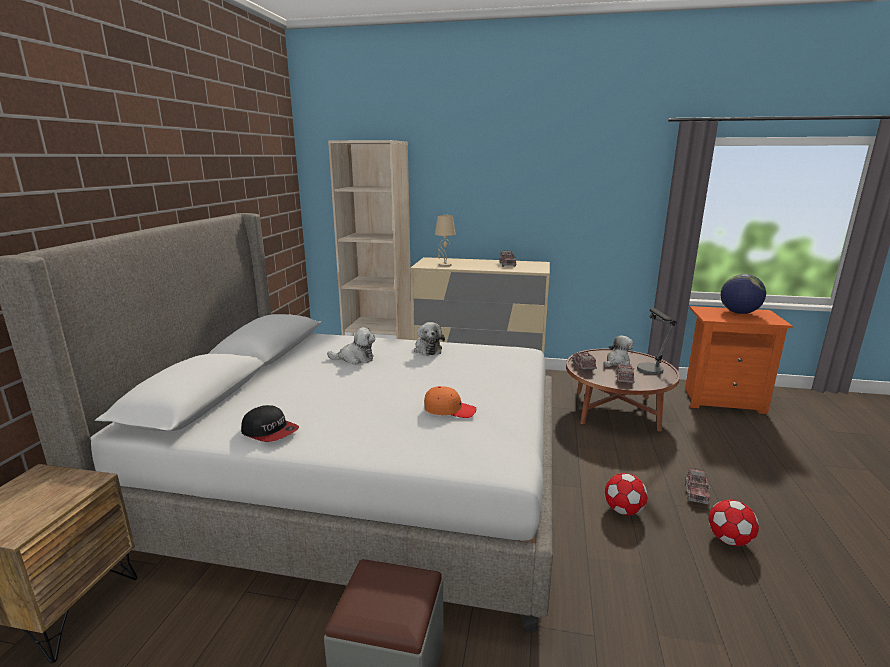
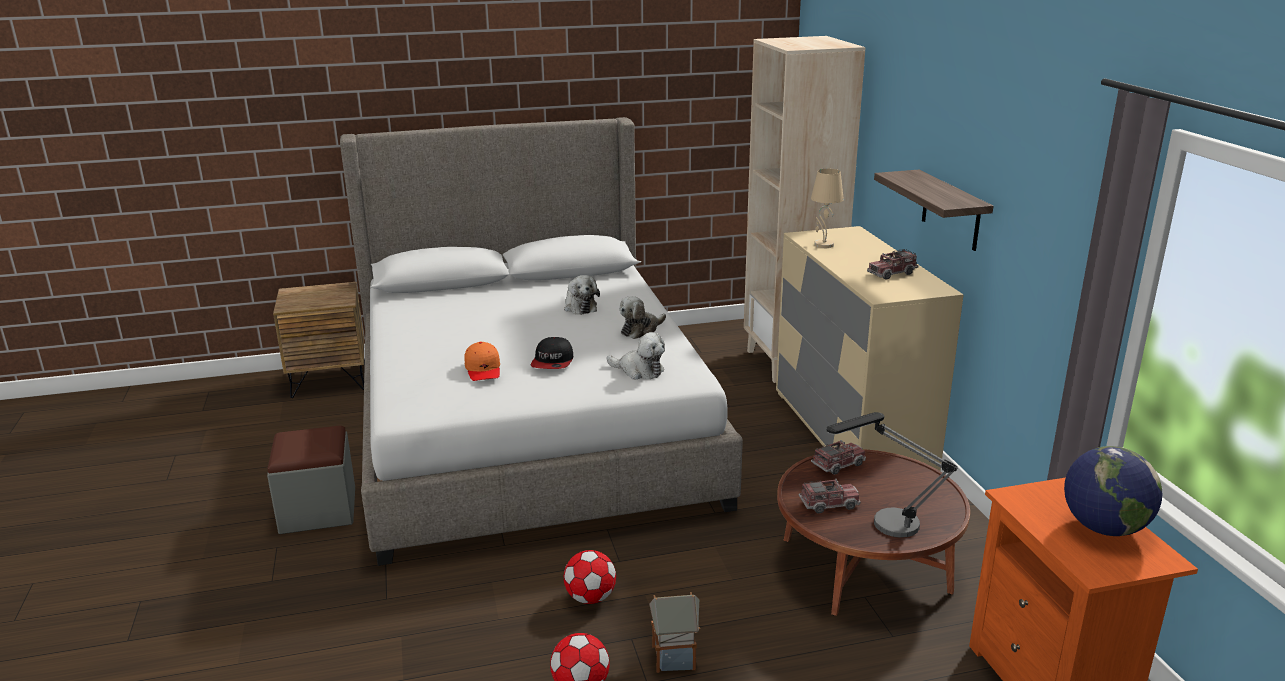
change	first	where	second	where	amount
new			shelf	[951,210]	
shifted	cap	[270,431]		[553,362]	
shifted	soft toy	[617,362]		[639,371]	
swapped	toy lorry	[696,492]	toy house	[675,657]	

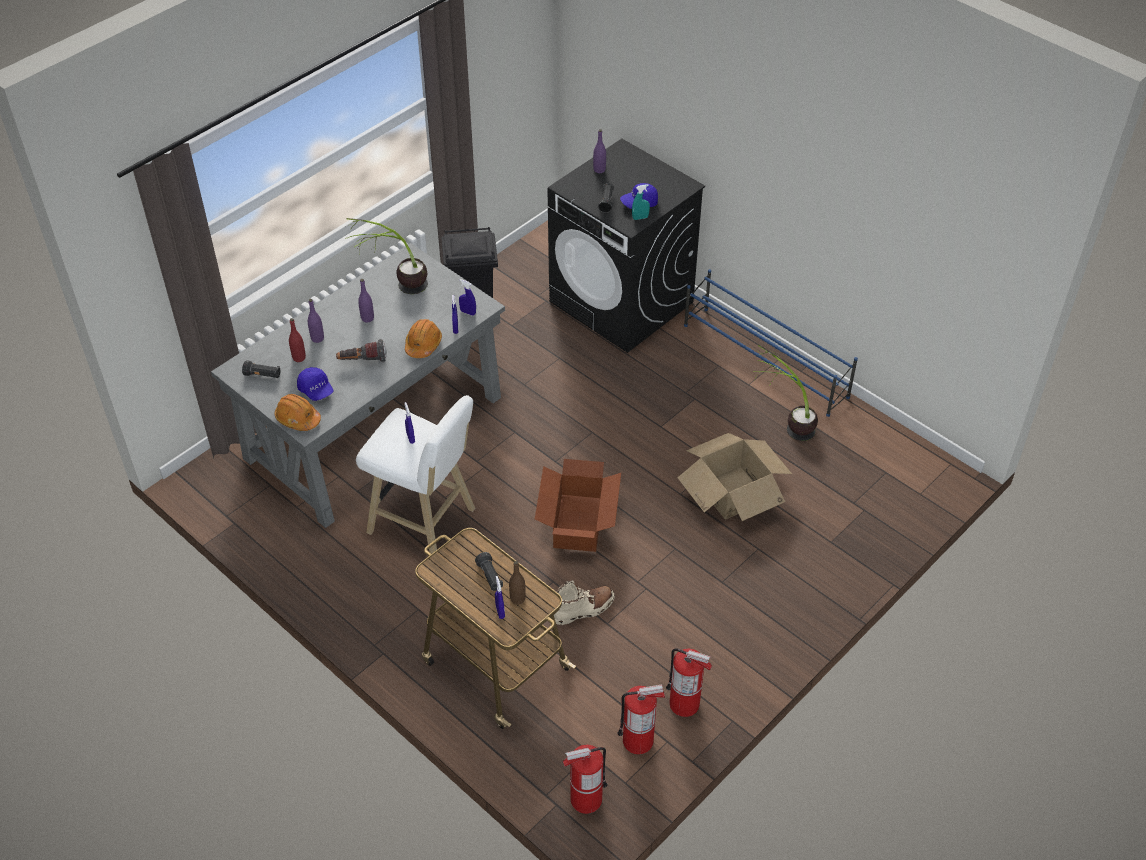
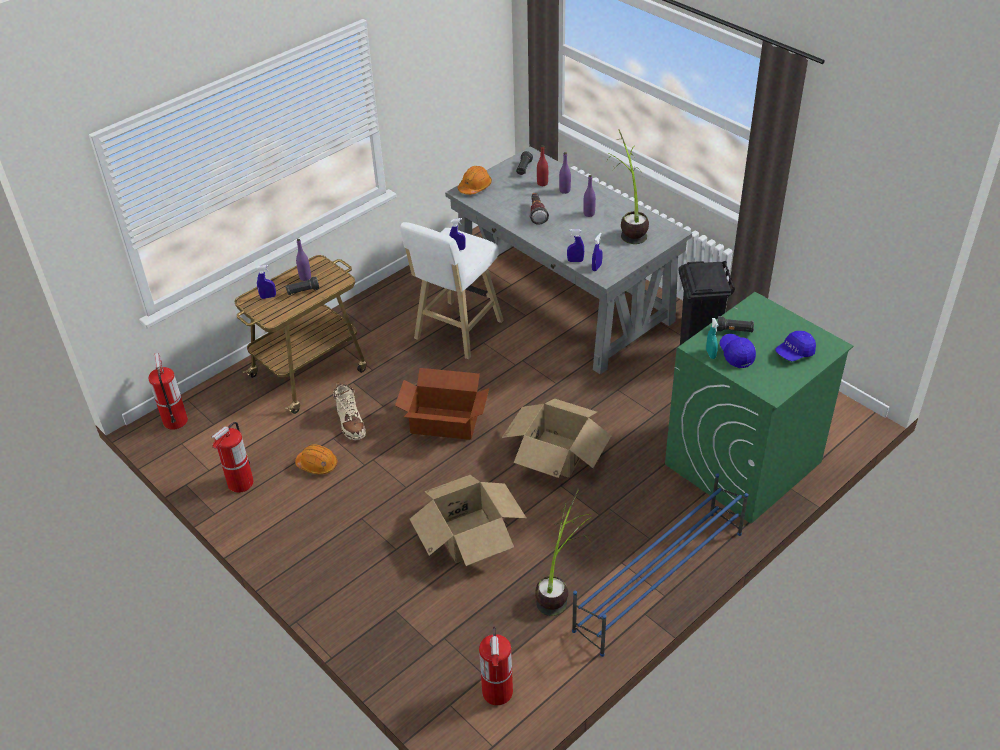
change	first	where	second	where	amount
gone	drink bottle in brown	[517,599]			
new			carton	[556,454]	
shifted	cap in blue-coloured	[316,390]		[794,353]	
shifted	safety helmet in orange-coloured	[423,344]		[317,465]	
shifted	drink bottle in purple-coloured	[599,170]		[305,277]	
shifted	extinguisher	[638,740]		[497,692]	
repainted	laundry appliance in black-coloured	[622,302]	laundry appliance in greenish	[742,463]	

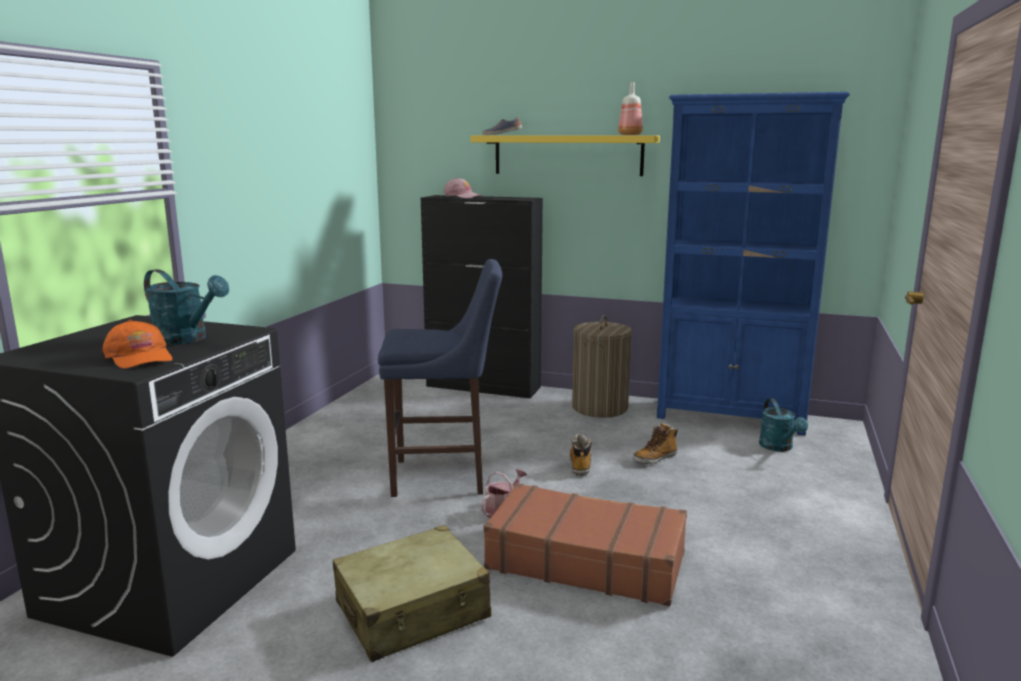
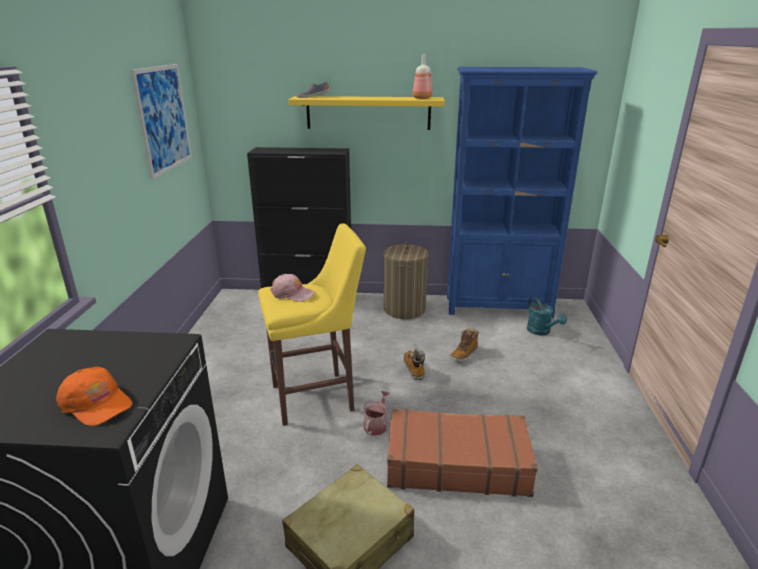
change	first	where	second	where	amount
gone	watering pot in blue-green	[187,339]			
new			wall picture	[163,119]	
shifted	cap in pinkish	[462,196]		[292,294]	
repainted	stool in blue-coloured	[445,477]	stool in yellowish	[317,397]	

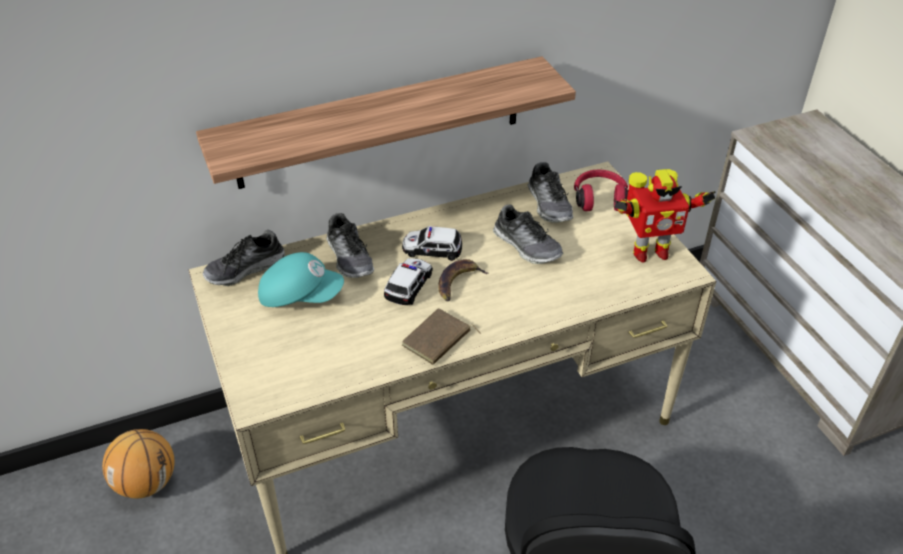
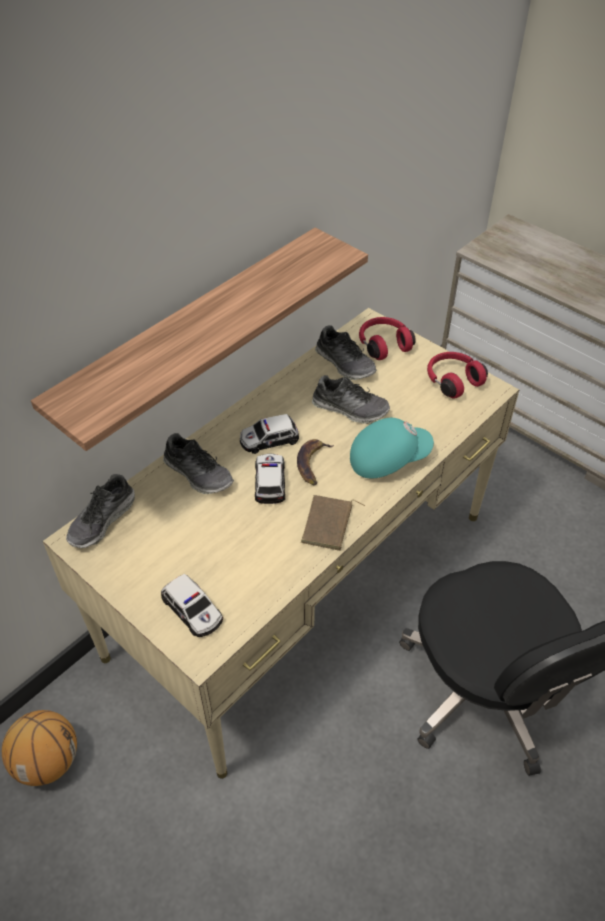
change	first	where	second	where	amount
new			toy car	[193,610]	
shifted	cap in blue-green	[300,295]		[388,458]	
swapped	robot figure	[648,252]	headphones in red	[452,381]	

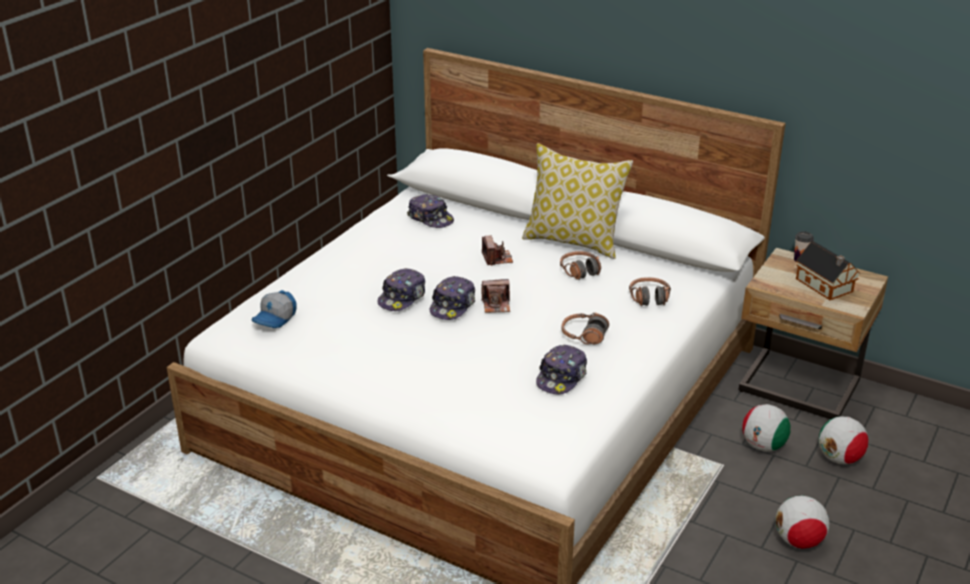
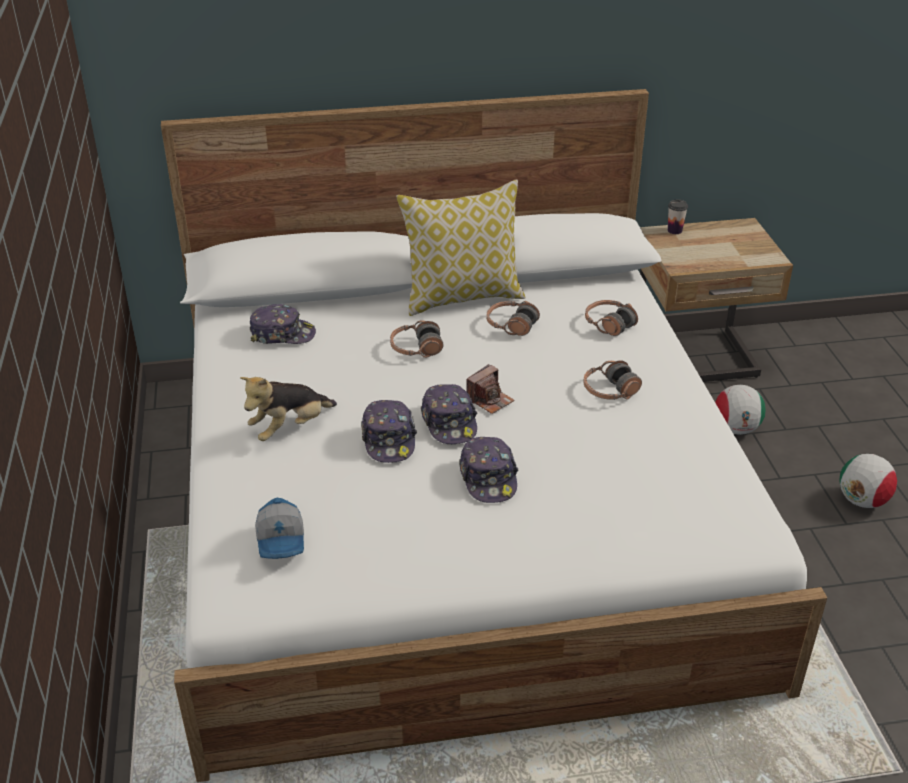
change	first	where	second	where	amount
gone	toy house	[825,286]			
gone	football ball	[839,458]			
new			soft toy	[290,428]	
shifted	cap	[562,377]		[488,478]	
swapped	still camera	[497,258]	headphones	[416,348]	

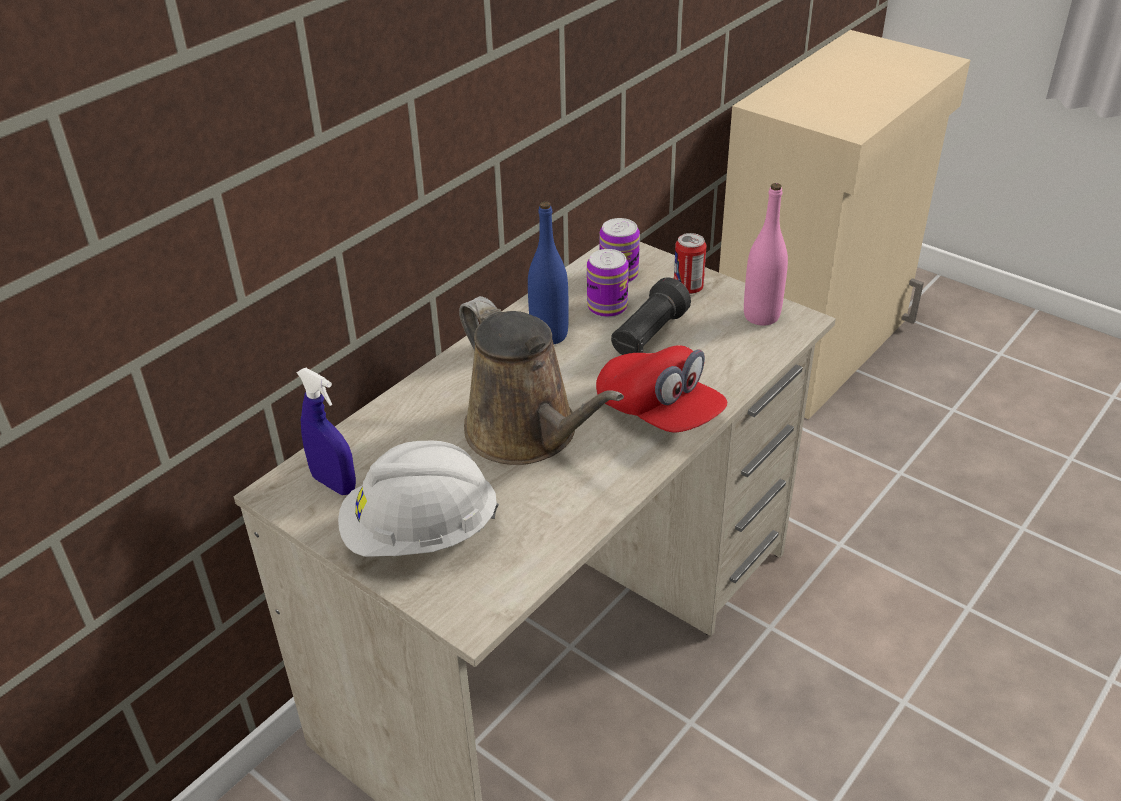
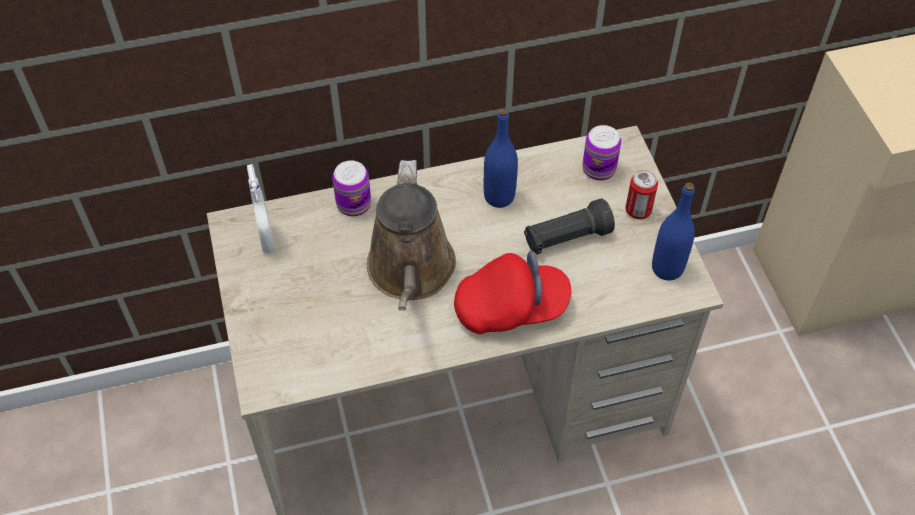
change	first	where	second	where	amount
gone	safety helmet in white	[420,534]			
shifted	can	[607,307]		[353,204]	
repainted	spray bottle in blue-coloured	[334,484]	spray bottle in white	[266,239]	
repainted	drink bottle in pinkish	[761,316]	drink bottle in blue-coloured	[667,268]	
rotated	cap in red	[659,412]		[511,308]	90 degrees counterclockwise

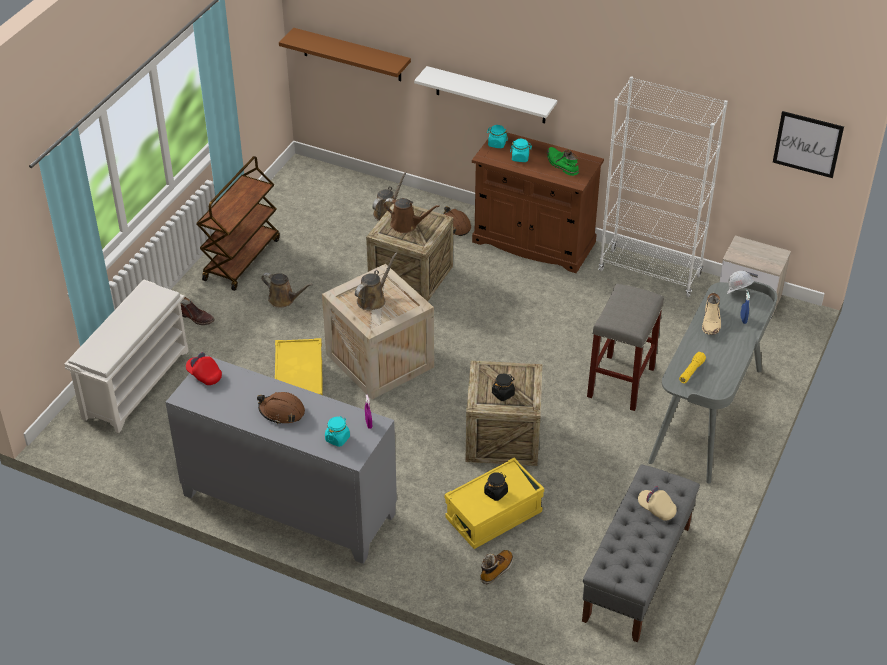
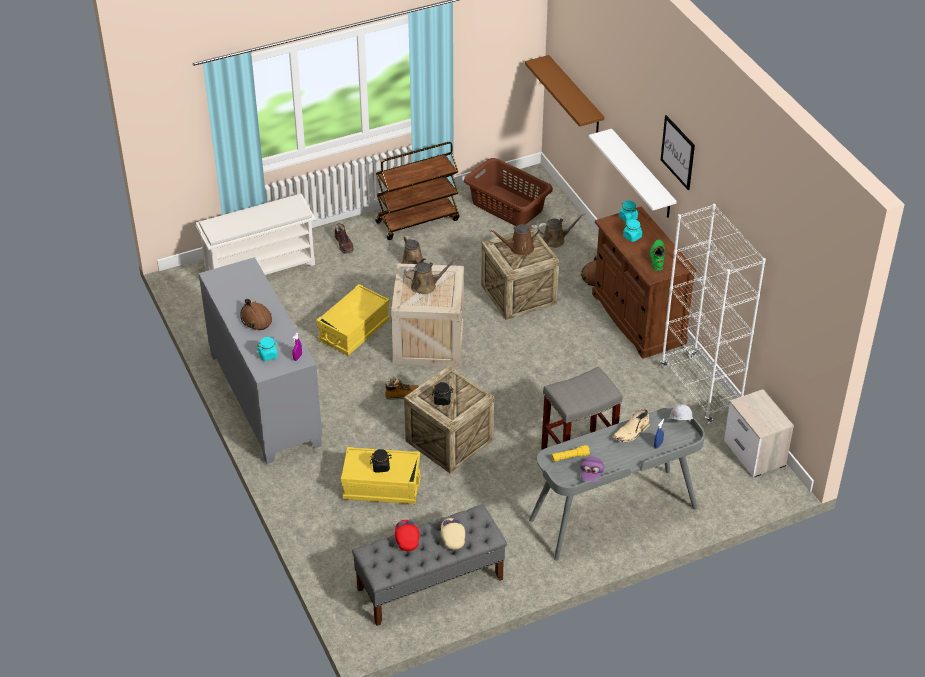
change	first	where	second	where	amount
new			laundry basket in brown	[507,207]	
new			cap in purple-coloured	[591,474]	
shifted	cap in red	[204,375]		[406,539]	
shifted	tall boot	[496,570]		[402,395]	
shifted	wall picture	[807,144]		[678,152]	
rotated	watering pot in brown	[406,225]		[519,248]	105 degrees clockwise

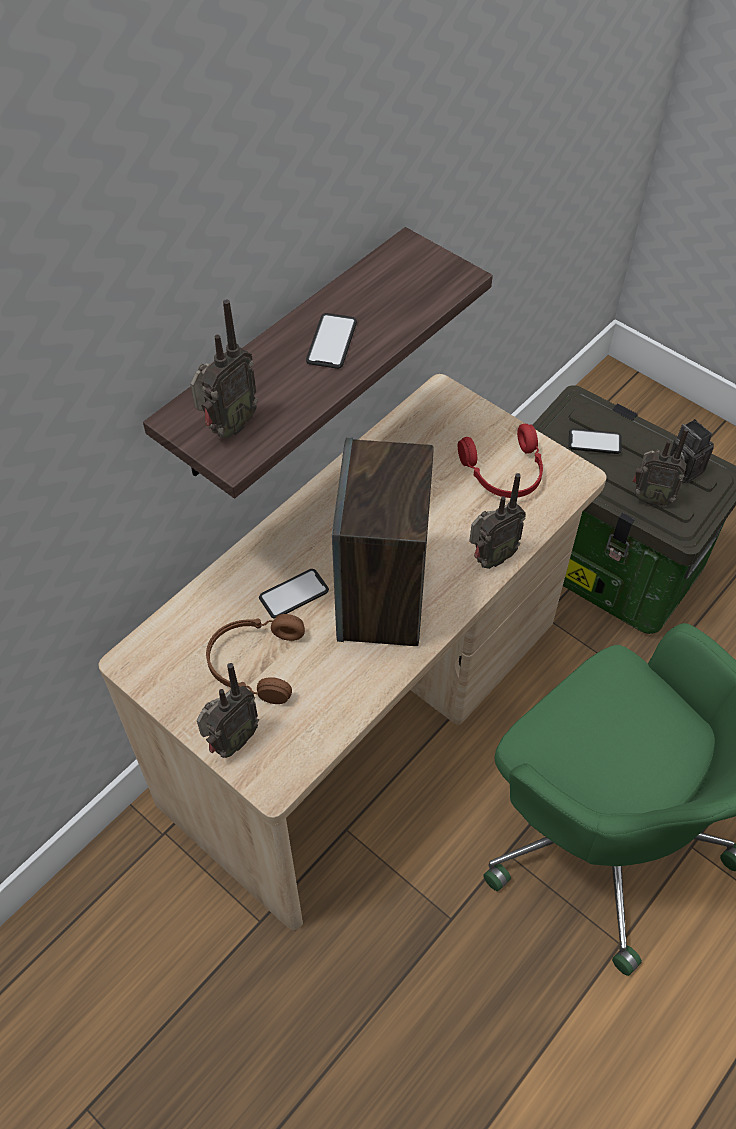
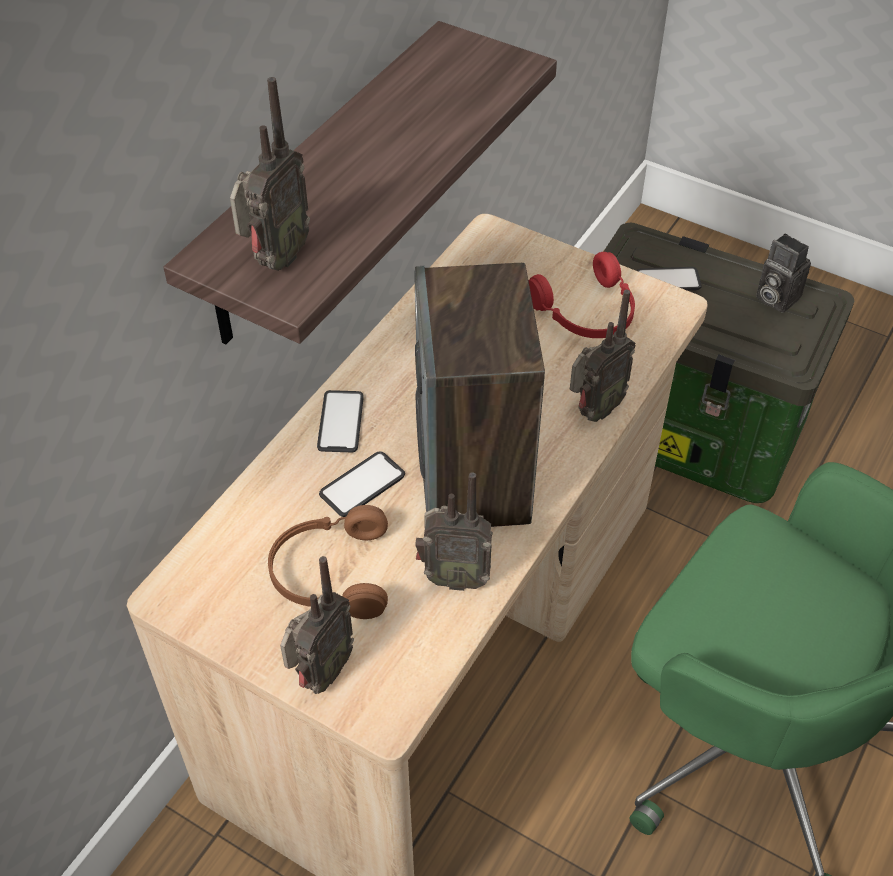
change	first	where	second	where	amount
shifted	telephone	[331,342]		[340,422]	
shifted	radio set	[650,497]		[454,577]	

